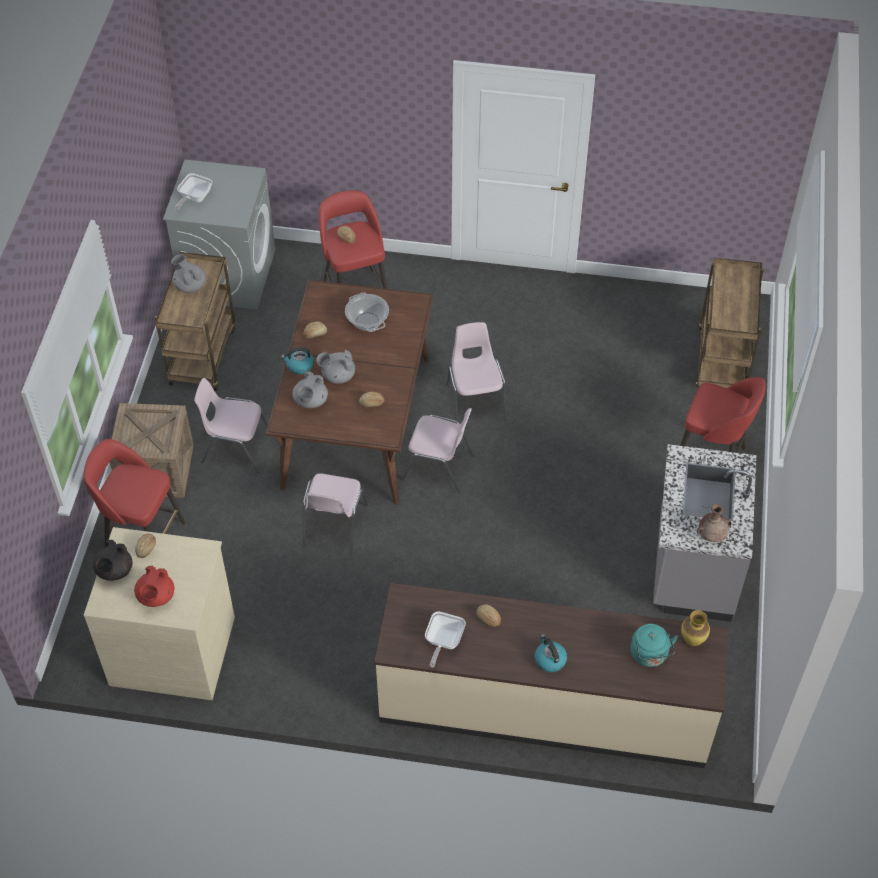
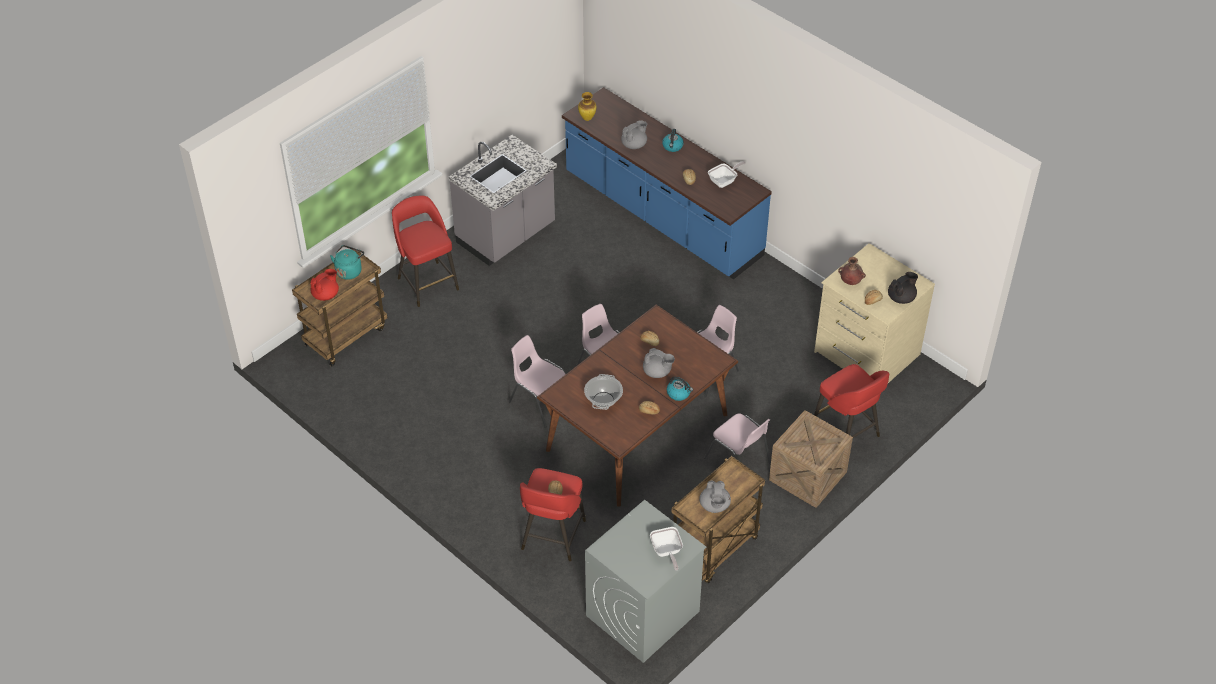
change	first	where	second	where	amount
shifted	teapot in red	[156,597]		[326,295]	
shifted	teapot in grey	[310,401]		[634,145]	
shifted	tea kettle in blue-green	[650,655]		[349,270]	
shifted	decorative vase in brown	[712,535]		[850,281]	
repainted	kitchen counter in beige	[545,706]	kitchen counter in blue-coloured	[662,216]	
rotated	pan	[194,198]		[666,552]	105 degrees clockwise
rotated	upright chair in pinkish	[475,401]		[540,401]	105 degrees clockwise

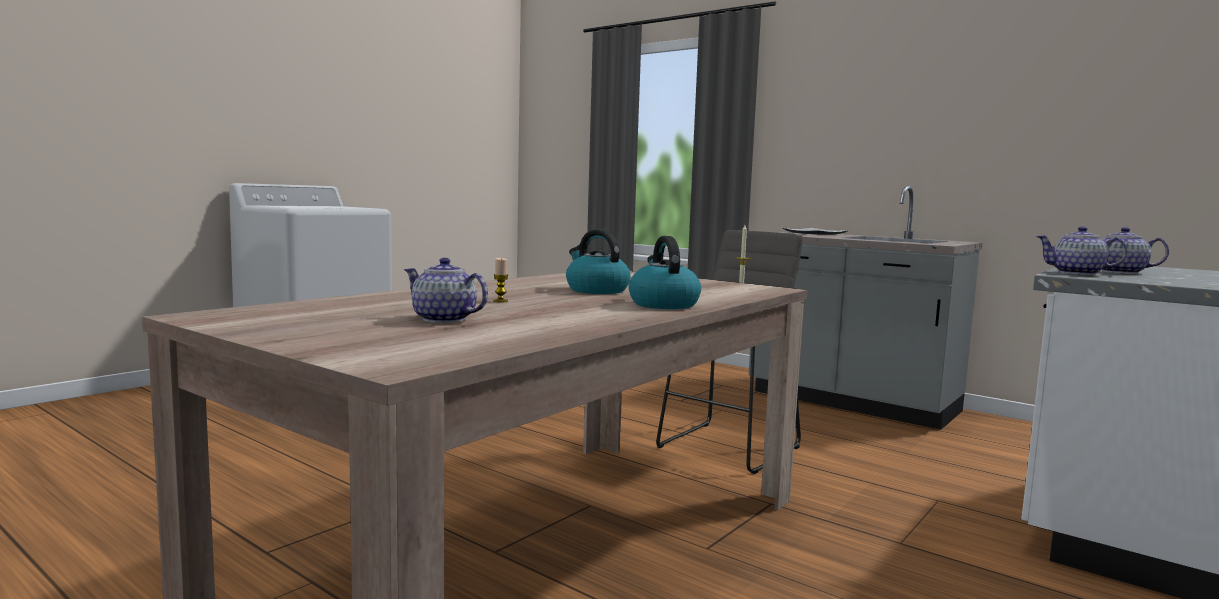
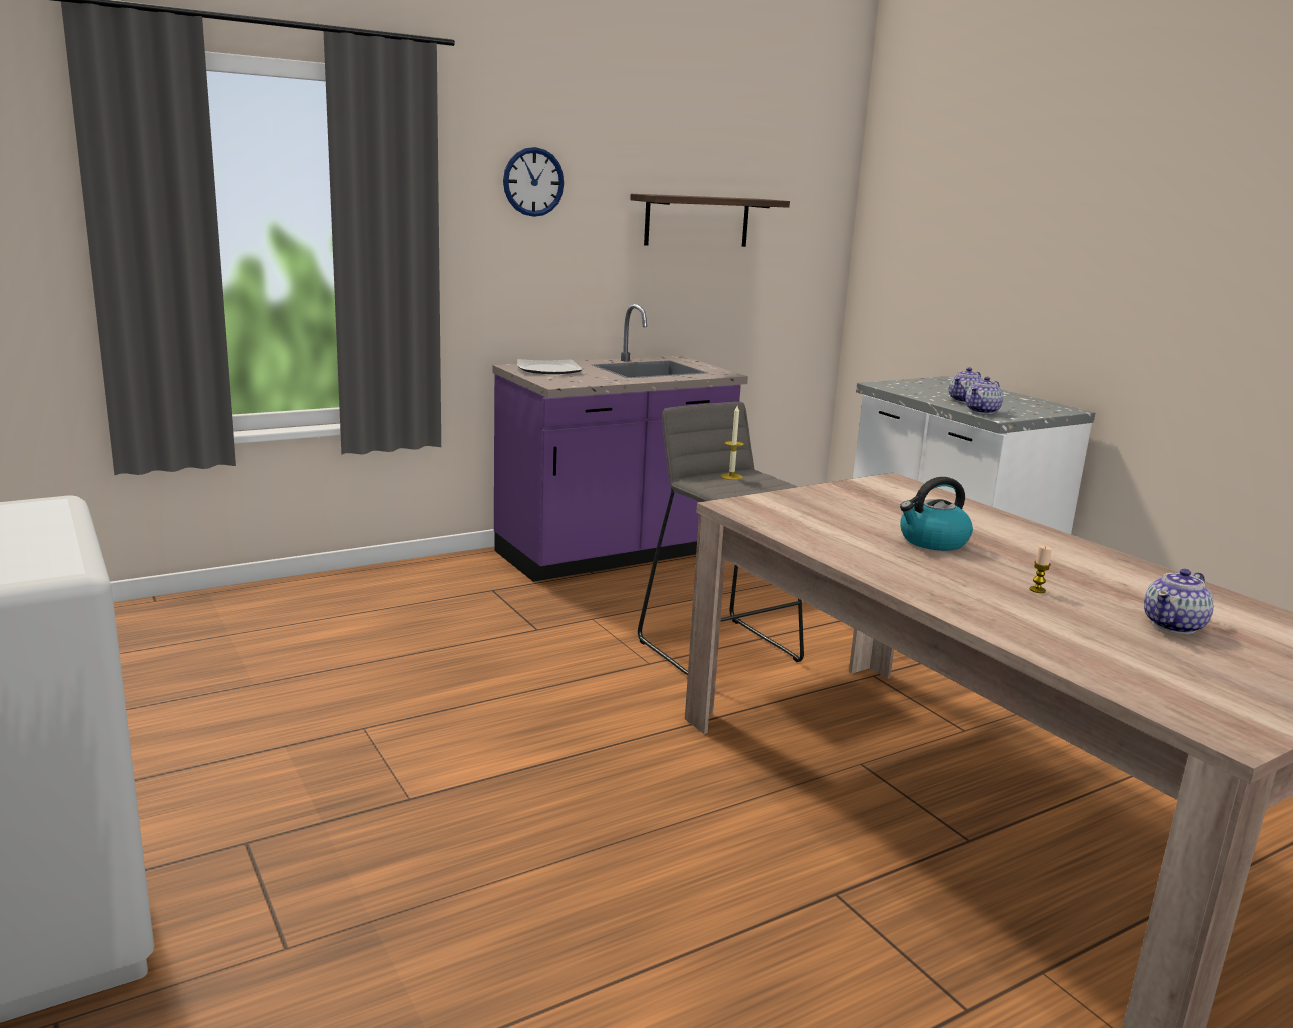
change	first	where	second	where	amount
gone	tea kettle	[663,304]			
new			hanging clock	[533,182]	
new			shelf	[697,221]	
repainted	kitchen counter in grey	[851,402]	kitchen counter in purple-coloured	[612,554]	

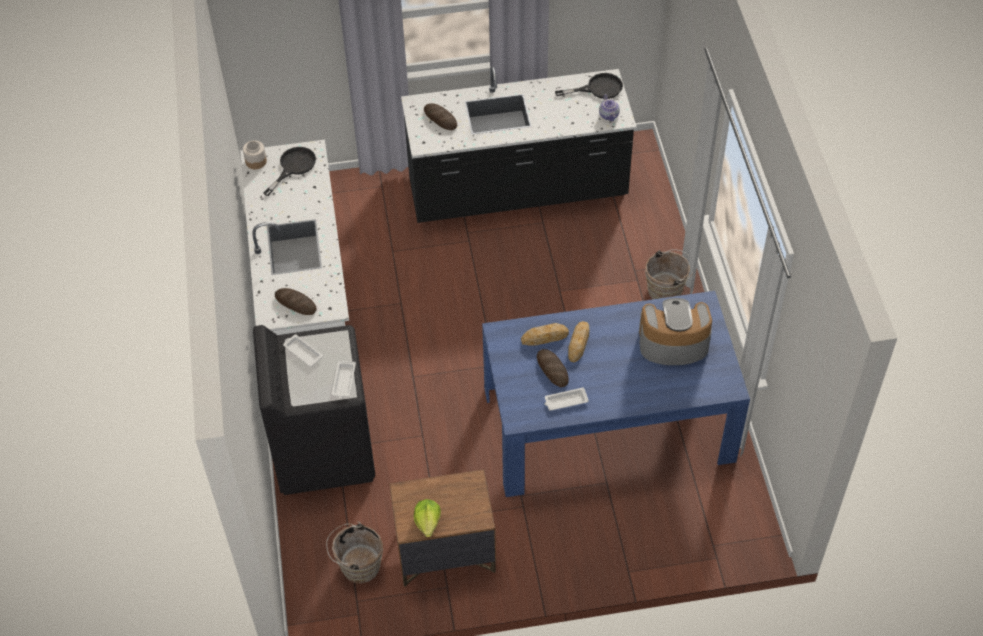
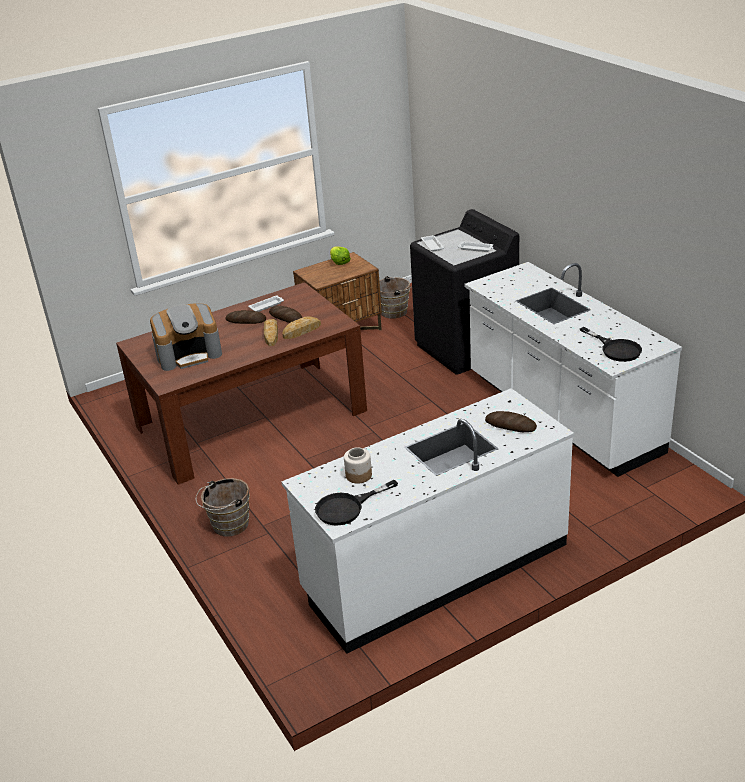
change	first	where	second	where	amount
gone	teapot	[609,115]			
shifted	jar	[256,161]		[359,475]	
shifted	bakery bread	[296,303]		[246,320]	
repainted	kitchen counter in black-coloured	[517,192]	kitchen counter in white	[435,568]	
repainted	dinner table in blue-coloured	[607,425]	dinner table in brown	[251,418]	
rotated	pan in black-coloured	[293,167]		[616,349]	45 degrees counterclockwise

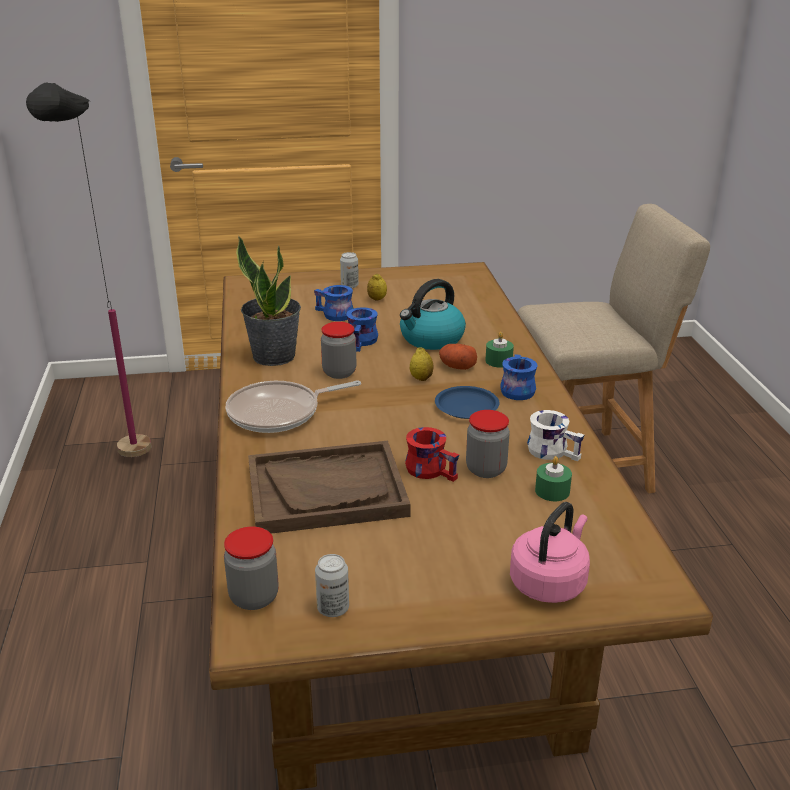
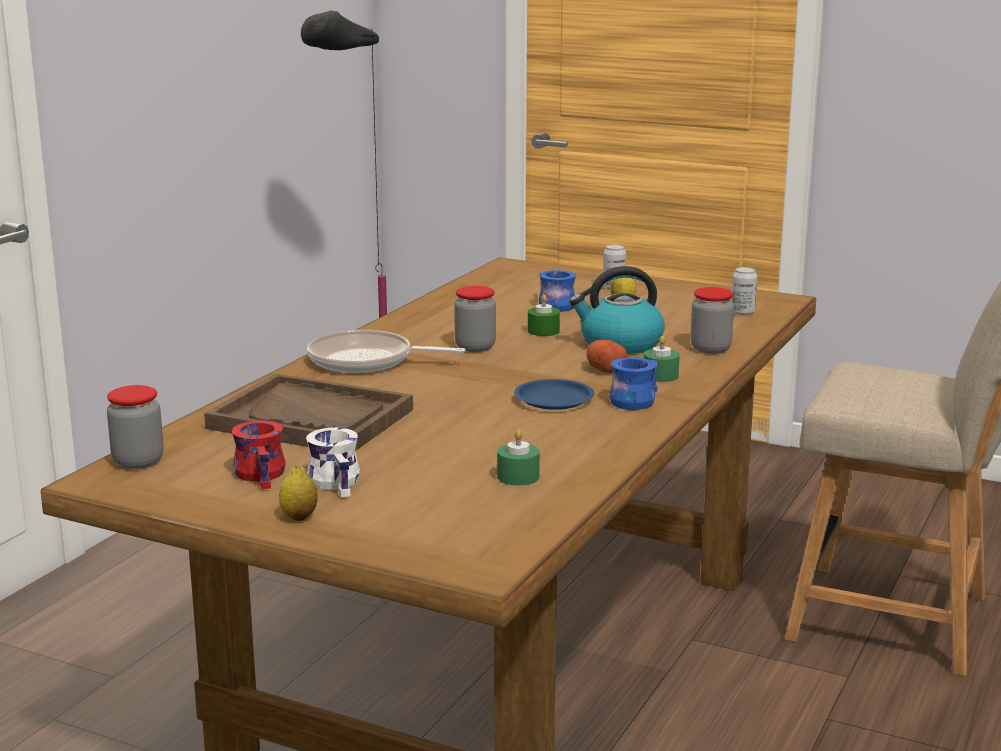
change	first	where	second	where	amount
gone	houseplant	[274,356]			
gone	tea kettle in pinkish	[549,582]			
shifted	can	[333,608]		[742,312]	
shifted	coffee mug in red	[432,469]		[265,475]	
shifted	citrus fruit	[421,378]		[299,517]	
shifted	jar	[486,469]		[710,349]	
shifted	coffee mug in white	[554,450]		[339,482]	
swapped	coffee mug in blue-coloured	[363,342]	candle in greenish	[543,331]	

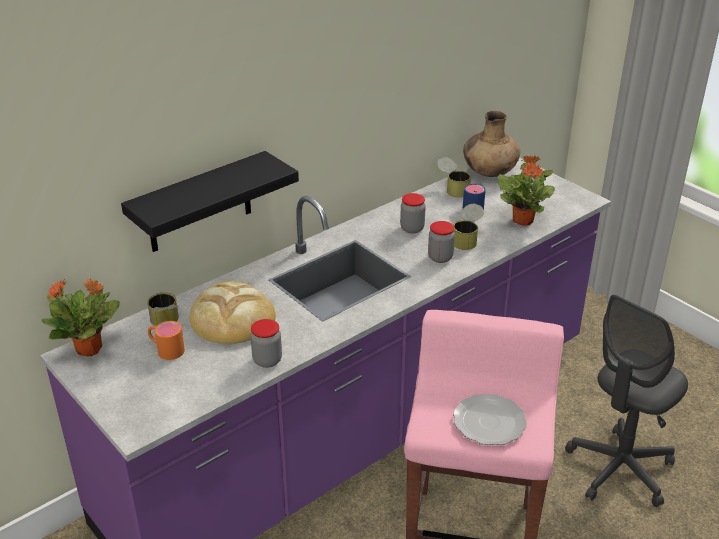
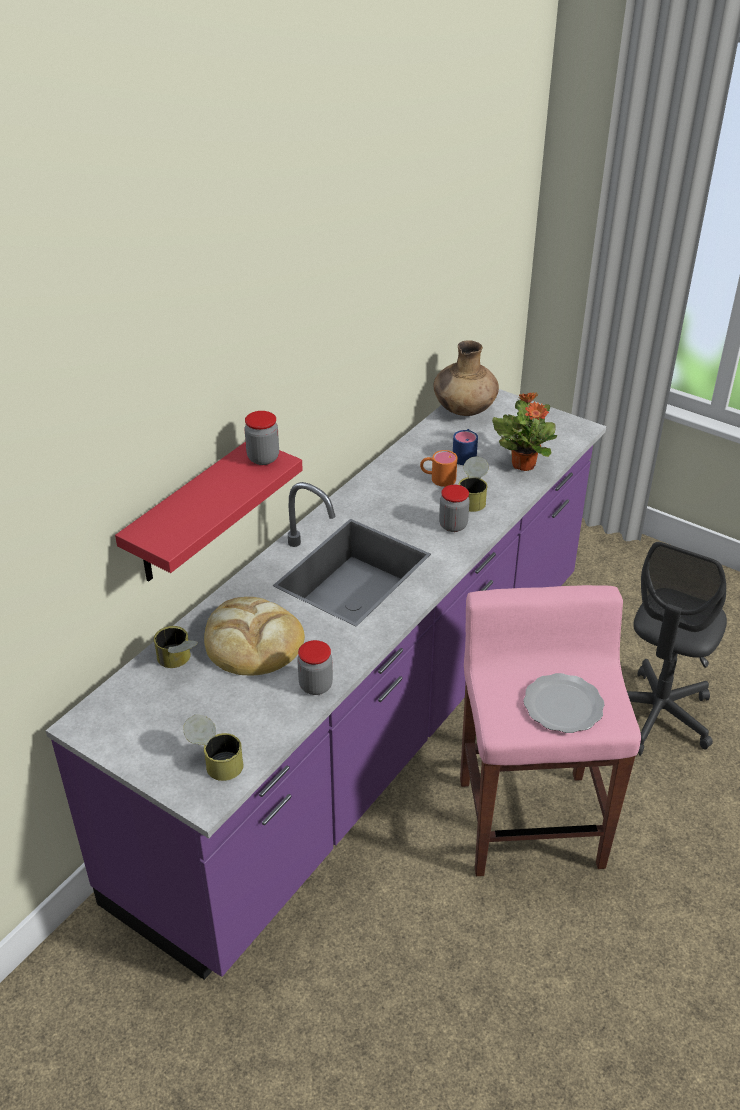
change	first	where	second	where	amount
gone	houseplant	[90,349]			
shifted	coffee mug in orange-coloured	[166,349]		[437,478]	
shifted	jar	[412,228]		[263,458]	
shifted	can	[453,188]		[216,760]	
repainted	shelf in black-coloured	[199,203]	shelf in red	[190,514]	

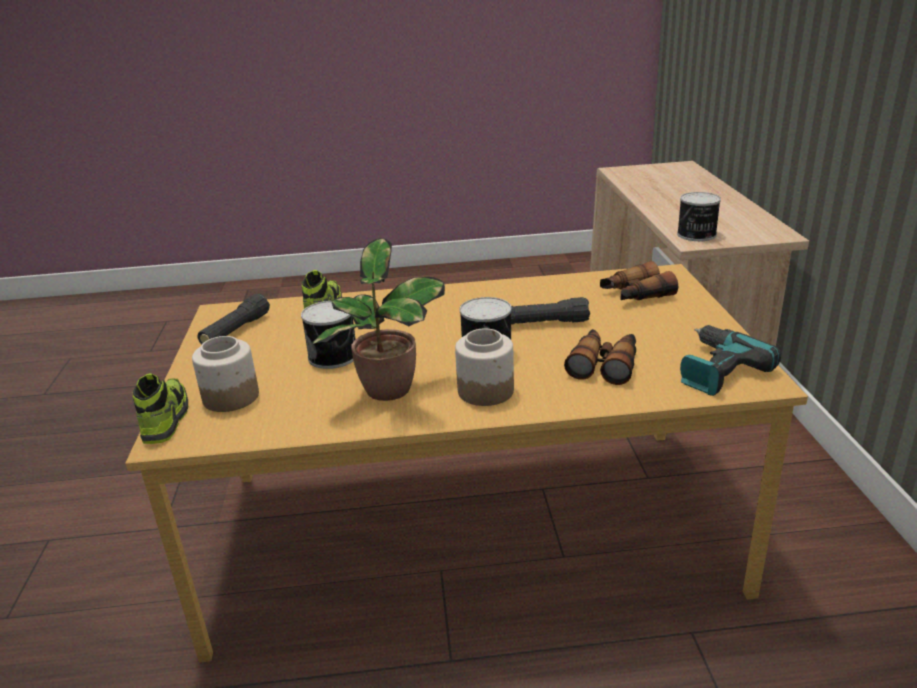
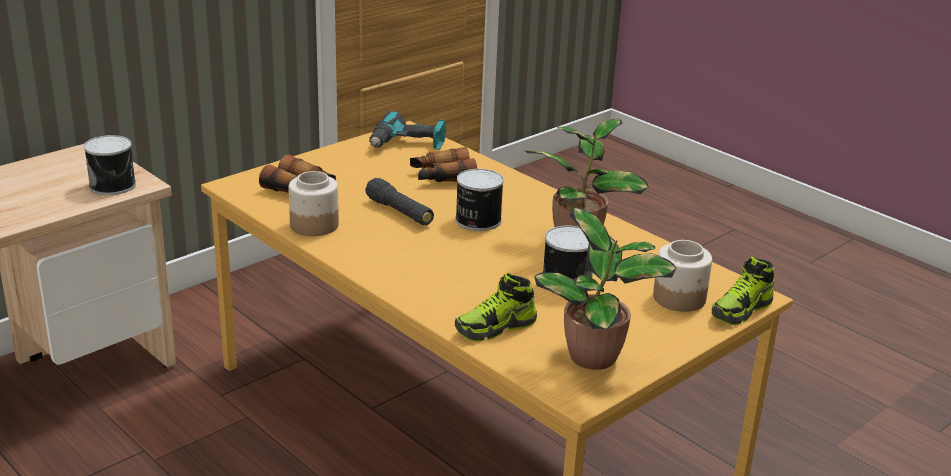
change	first	where	second	where	amount
shifted	jar	[486,391]		[313,225]	
swapped	torch in black-coloured	[236,331]	houseplant	[596,358]	

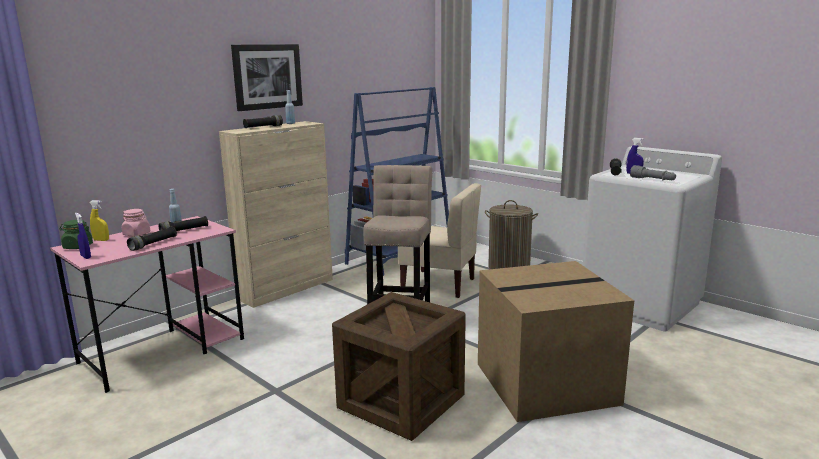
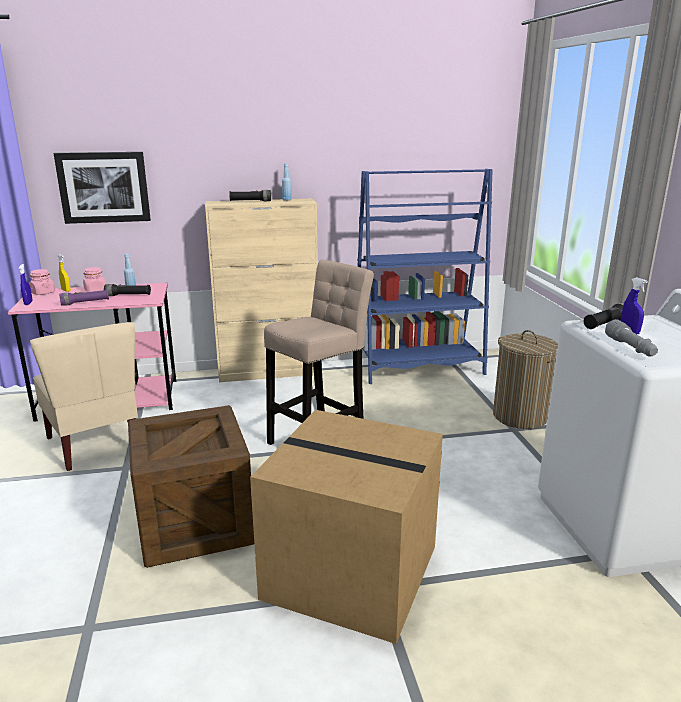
change	first	where	second	where	amount
shifted	wall picture	[267,76]		[104,187]	
shifted	upright chair in beige	[439,285]		[96,444]	
repainted	jar in greenish	[78,247]	jar in pinkish	[43,293]	
repainted	torch in black-coloured	[153,244]	torch in purple-coloured	[85,303]	

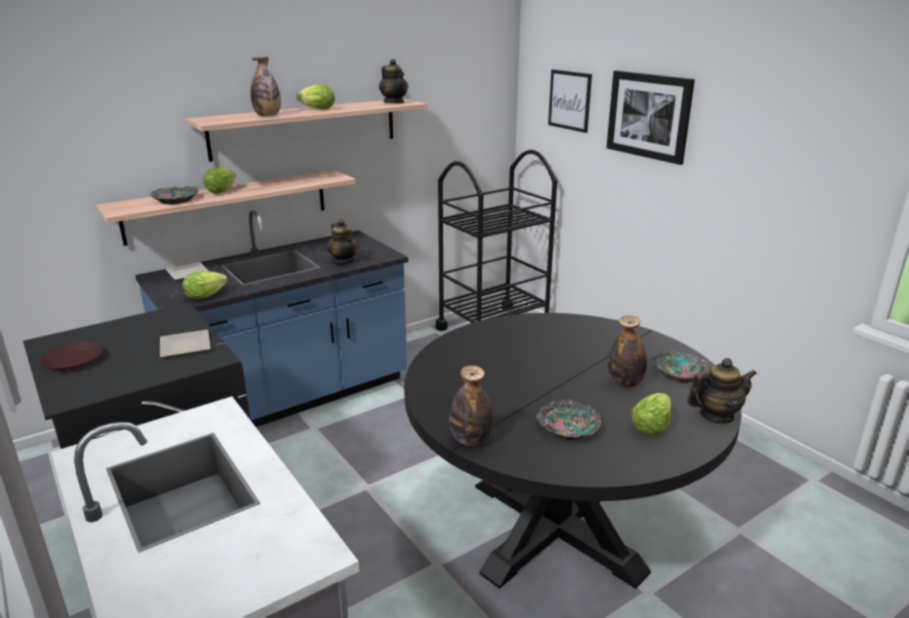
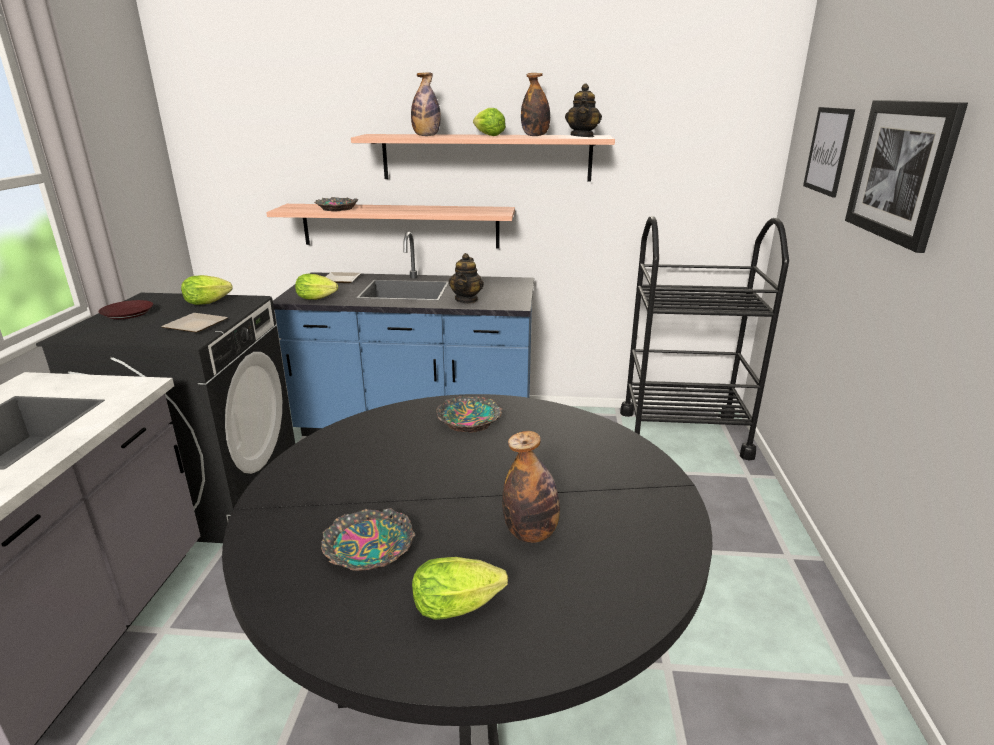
change	first	where	second	where	amount
gone	teapot	[716,415]			
shifted	head of lettuce	[223,191]		[210,302]	
shifted	drink bottle	[470,440]		[535,136]	
shifted	bowl	[679,372]		[470,420]	

